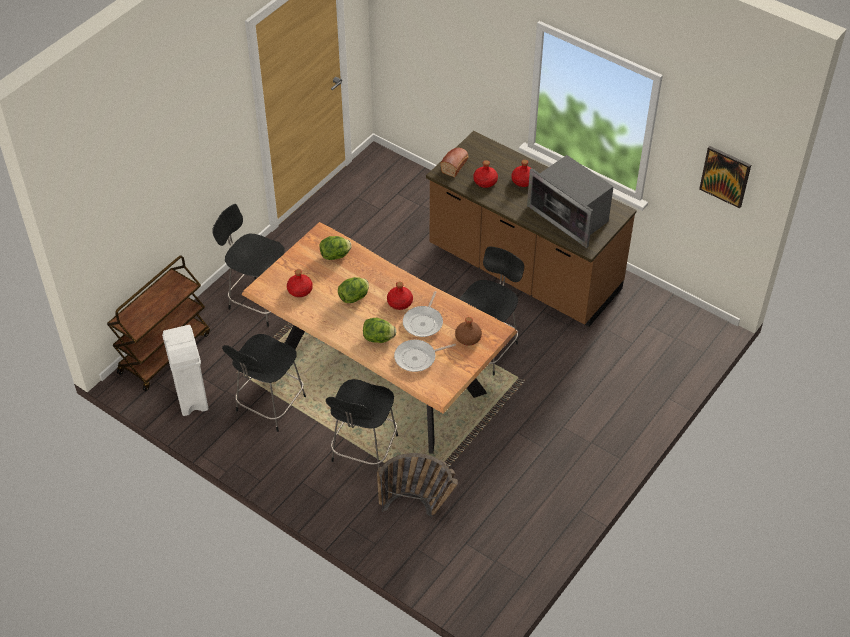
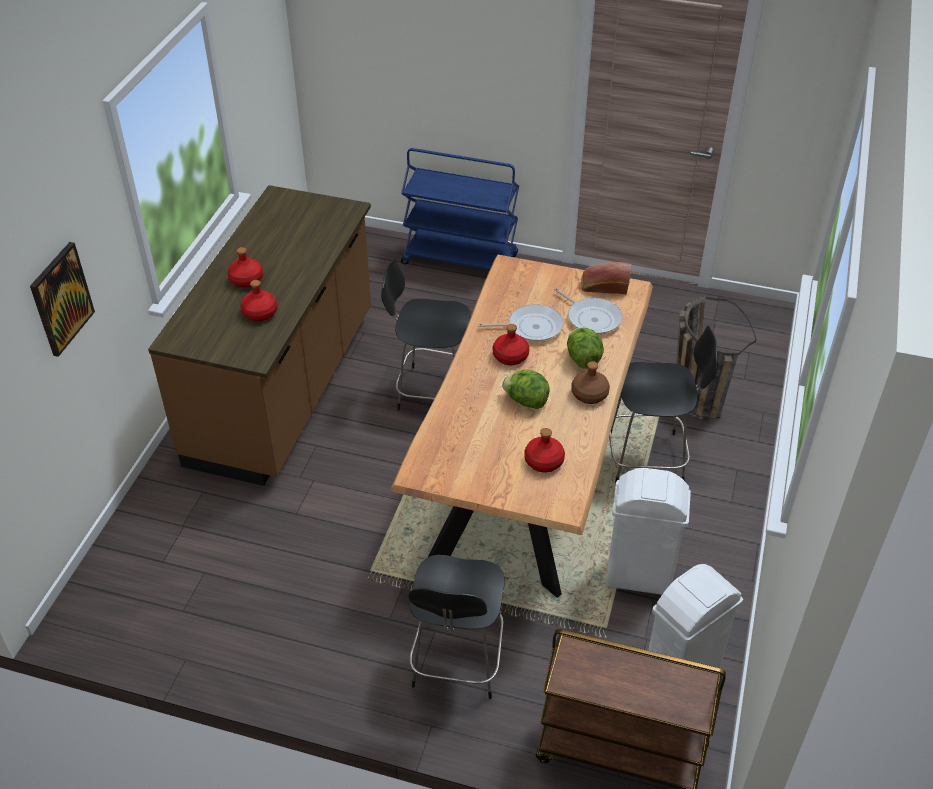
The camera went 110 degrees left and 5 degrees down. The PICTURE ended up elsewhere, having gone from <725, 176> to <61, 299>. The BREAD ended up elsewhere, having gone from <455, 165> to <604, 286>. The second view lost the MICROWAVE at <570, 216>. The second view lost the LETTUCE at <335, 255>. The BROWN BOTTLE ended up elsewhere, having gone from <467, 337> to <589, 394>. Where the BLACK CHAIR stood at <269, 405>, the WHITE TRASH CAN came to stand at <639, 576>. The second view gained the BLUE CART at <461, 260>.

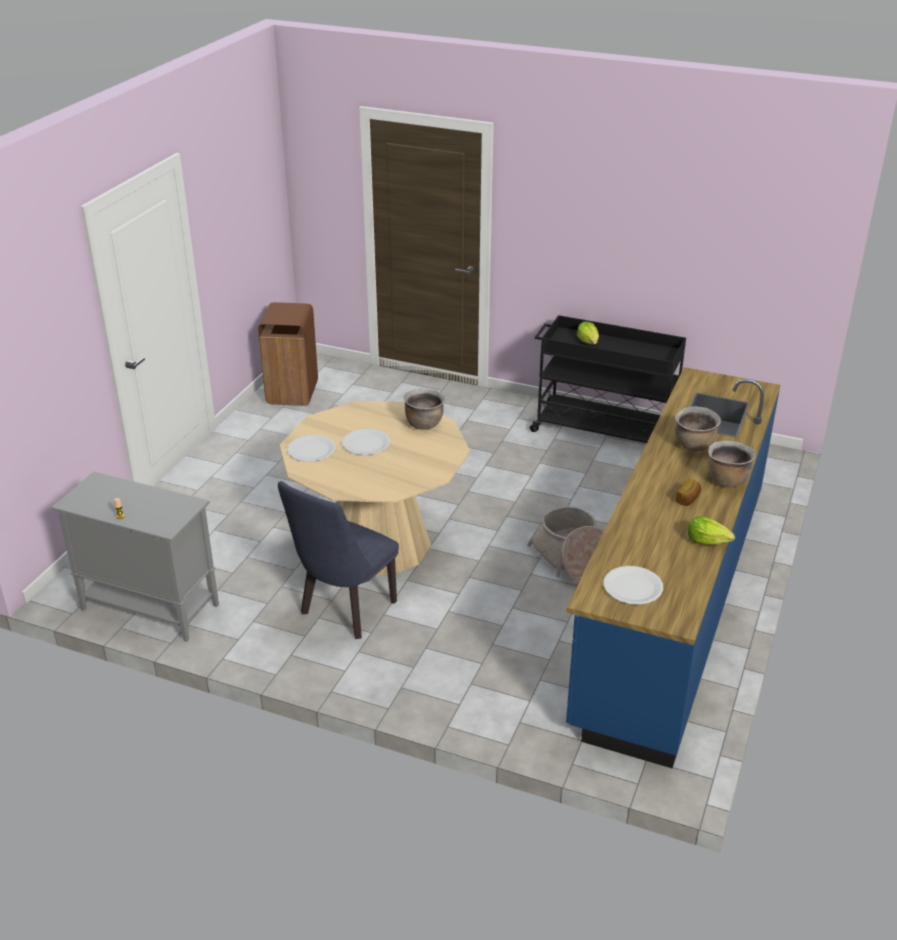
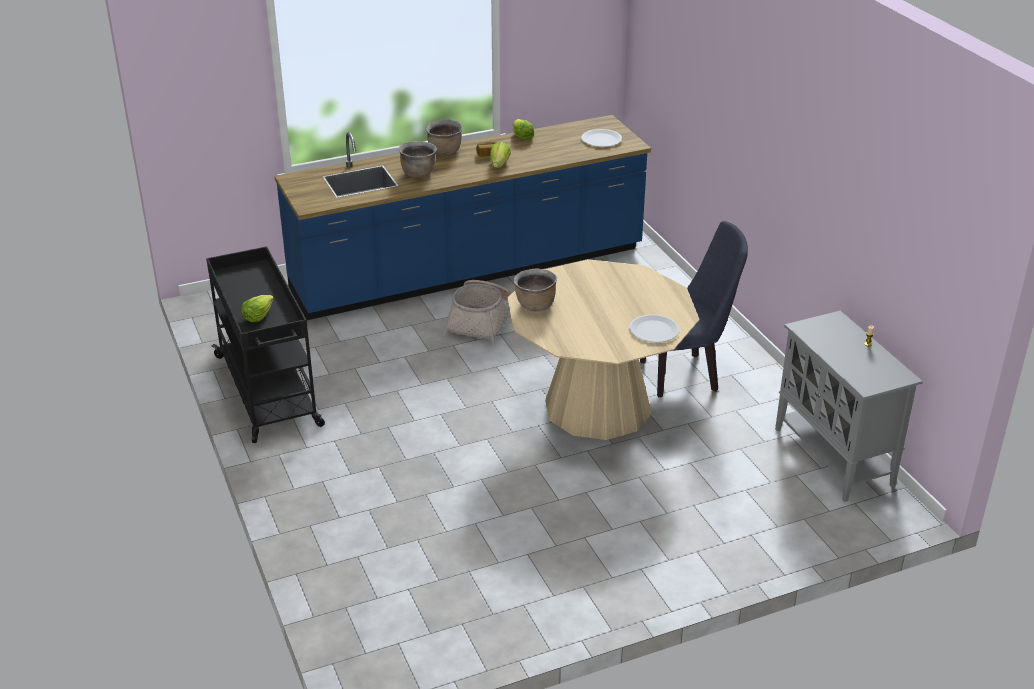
The camera went 135 degrees left and 0 degrees up. The second view lost the BROWN TRASH CAN at <293, 392>. The second view lost the WHITE PLATE at <366, 443>. The second view gained the LETTUCE at <499, 165>.

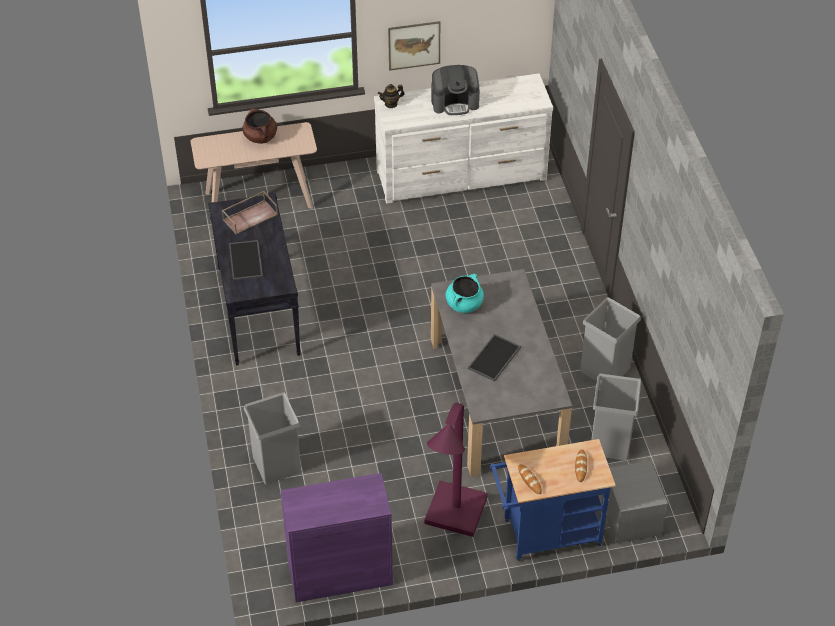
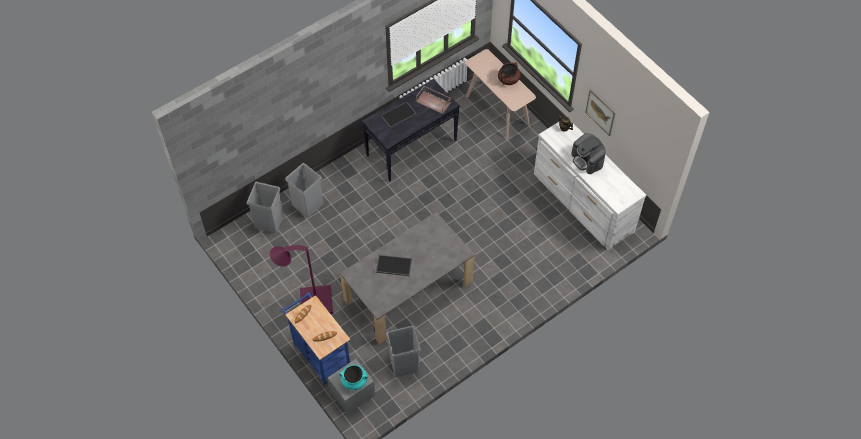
The camera went 65 degrees right and 10 degrees up. The TURQUOISE COOKING POT ended up elsewhere, having gone from <464, 304> to <354, 381>. The GREY TRASH CAN ended up elsewhere, having gone from <605, 369> to <269, 221>. The second view lost the PURPLE CABINET at <340, 573>.

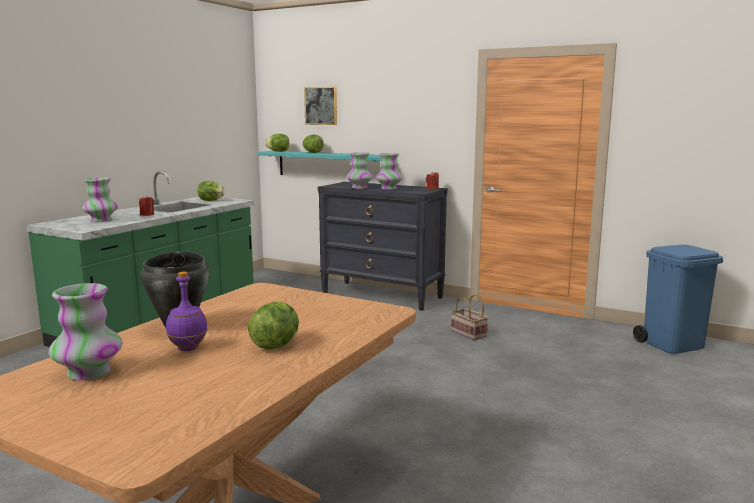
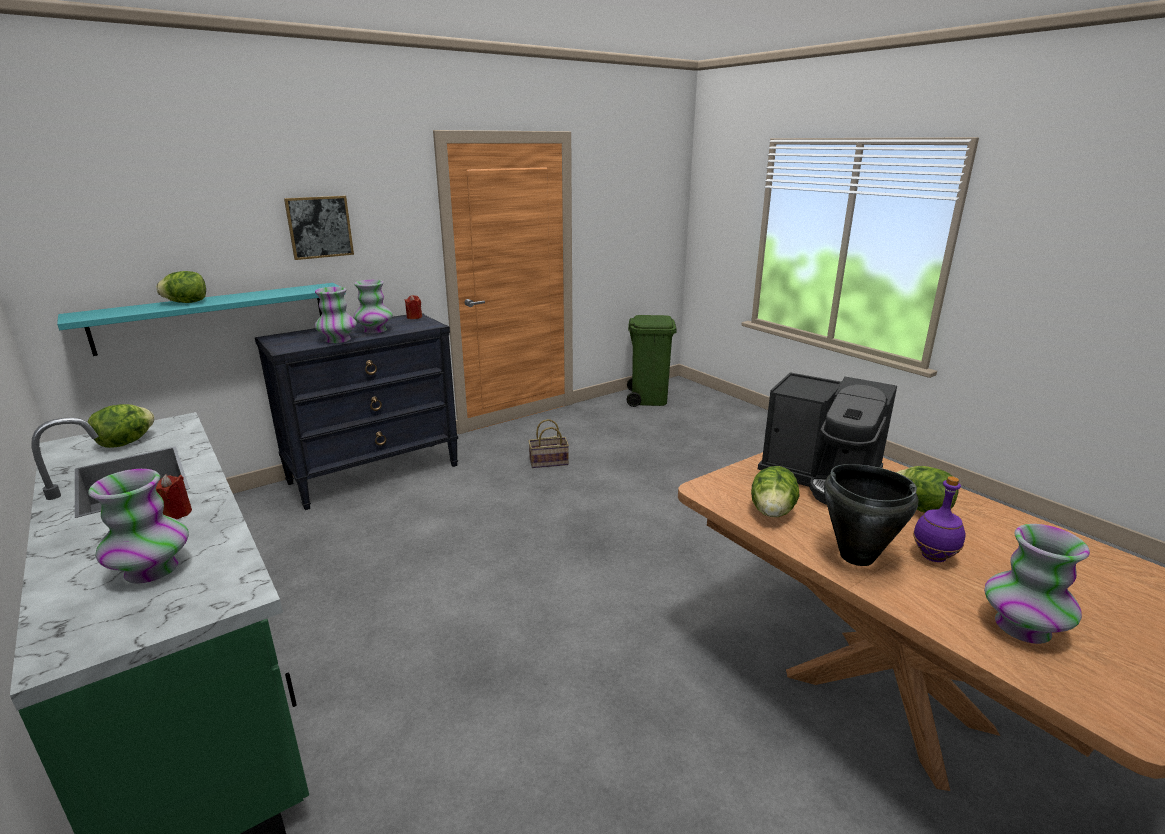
The camera went 65 degrees left and 10 degrees up. The PICTURE ended up elsewhere, having gone from <321, 105> to <319, 227>. The LETTUCE ended up elsewhere, having gone from <278, 151> to <772, 512>. What was the BLUE TRASH CAN at <673, 344> turned into the GREEN TRASH CAN at <648, 398>. The second view gained the COFFEE MACHINE at <821, 478>.

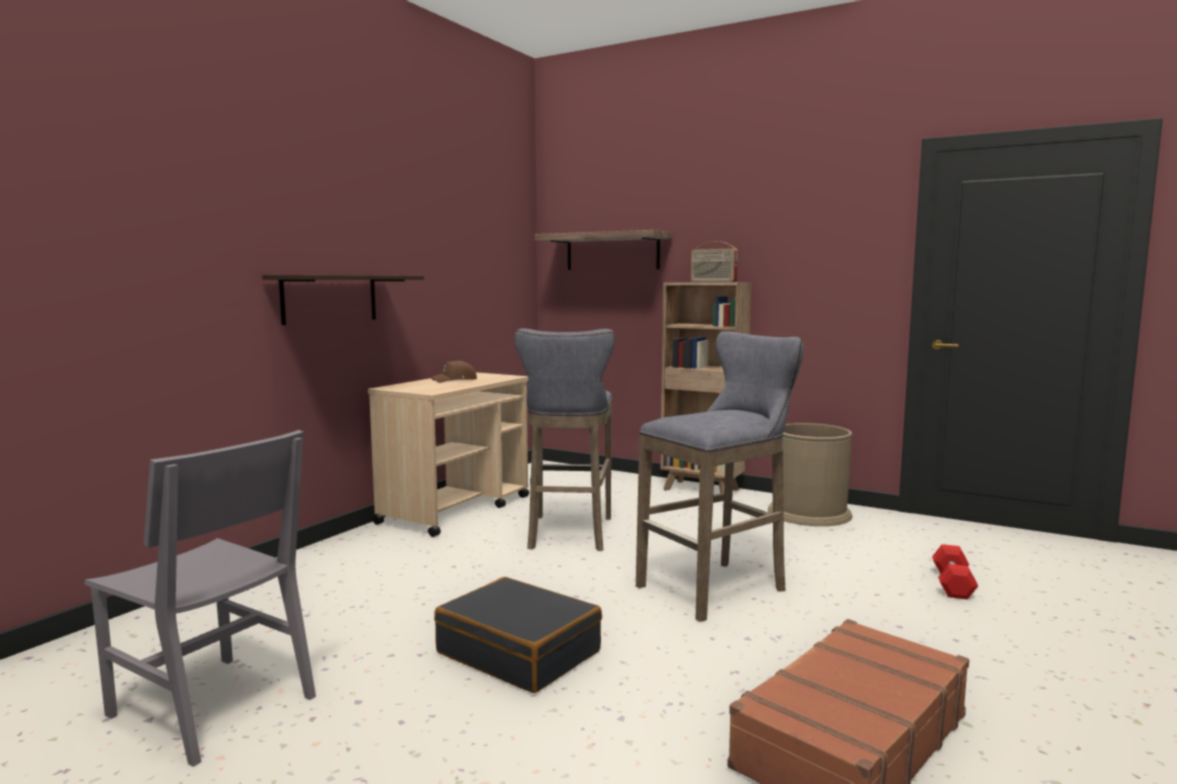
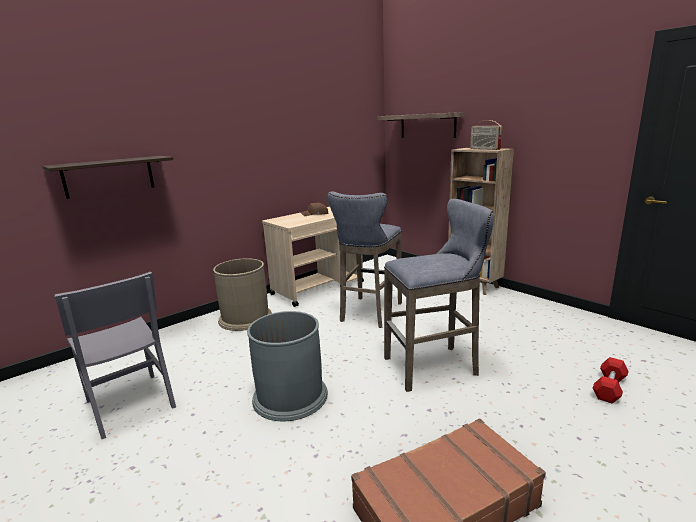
The camera went 20 degrees right and 10 degrees up. The SHELF ended up elsewhere, having gone from <330, 298> to <109, 176>. The BROWN TRASH CAN ended up elsewhere, having gone from <809, 513> to <245, 318>. Where the BLACK SUITCASE stood at <519, 652>, the GREY TRASH CAN came to stand at <290, 396>.

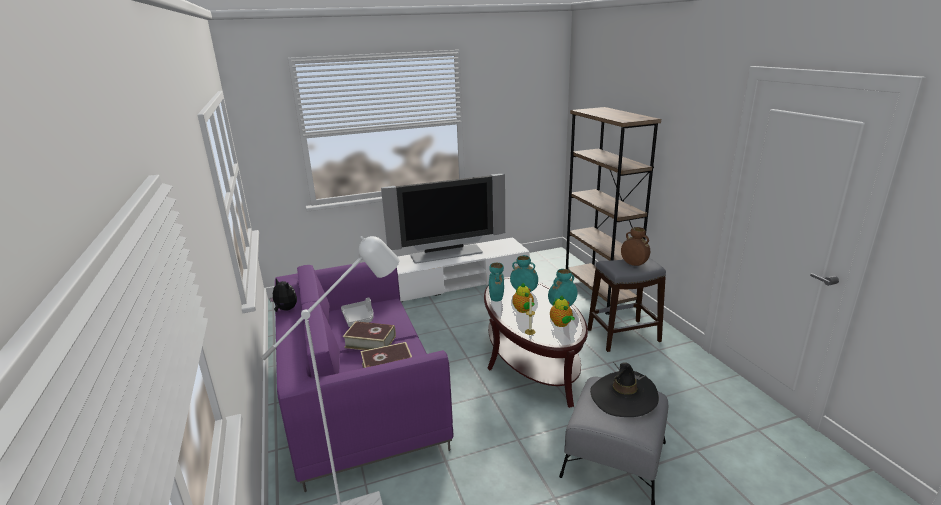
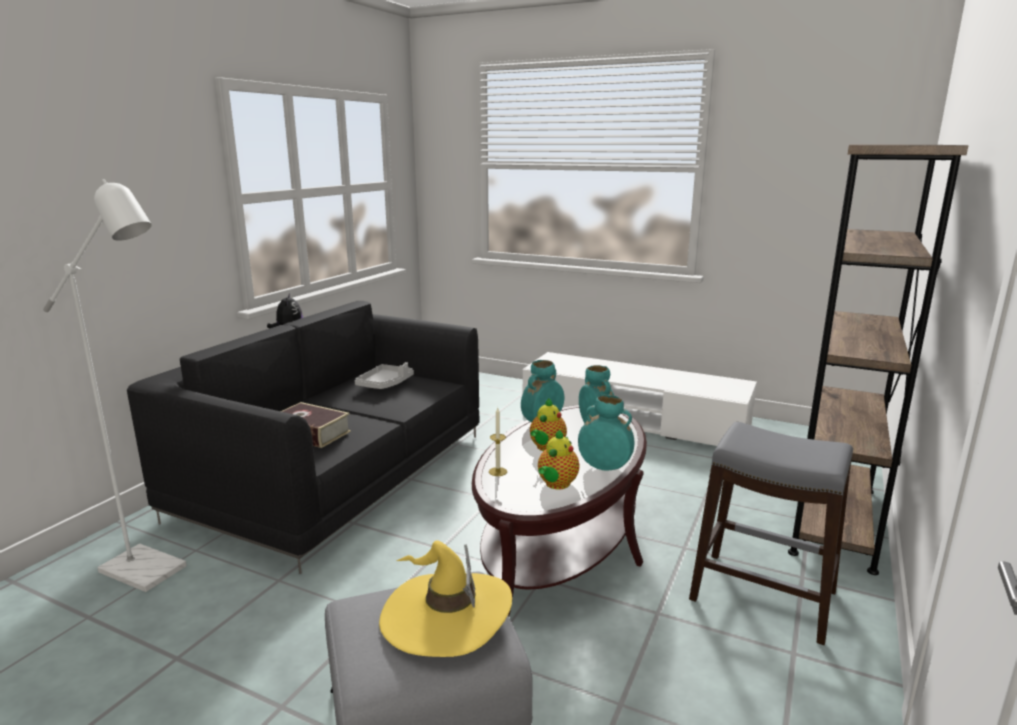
The camera went 45 degrees right and 5 degrees down. The second view lost the TELEVISION at <447, 254>. The second view lost the BROWN VASE at <633, 264>. What was the PURPLE SOFA at <359, 394> turned into the BLACK SOFA at <336, 474>. The second view lost the BOOK at <370, 342>. What was the BLACK HAT at <623, 397> turned into the YELLOW HAT at <446, 616>.

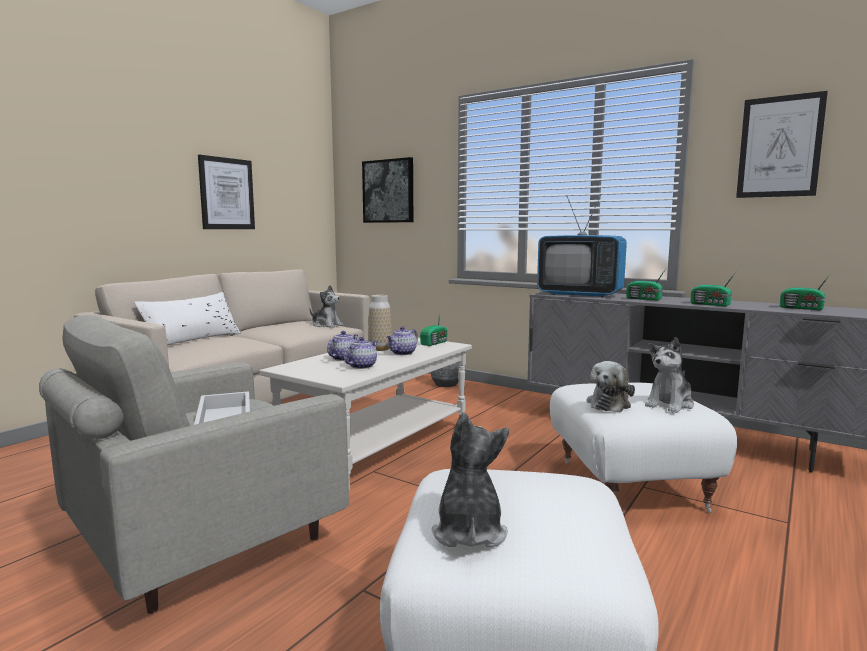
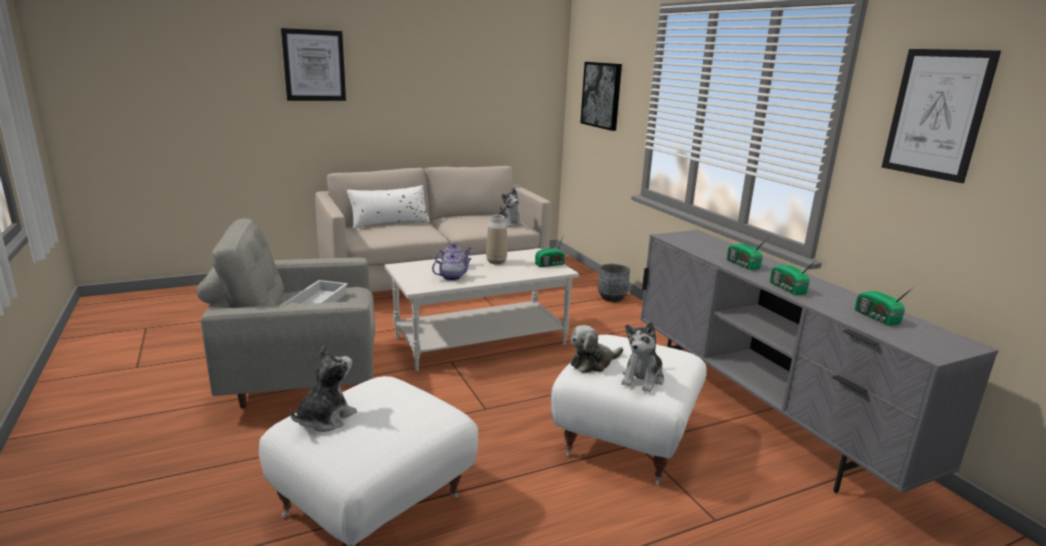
The camera went 30 degrees right and 10 degrees up. The PICTURE ended up elsewhere, having gone from <227, 194> to <314, 65>. The second view lost the TELEVISION at <580, 294>. The second view lost the TEAPOT at <402, 353>. The PLUSH TOY at <669, 404> ended up facing another way, 45 degrees counterclockwise from before.

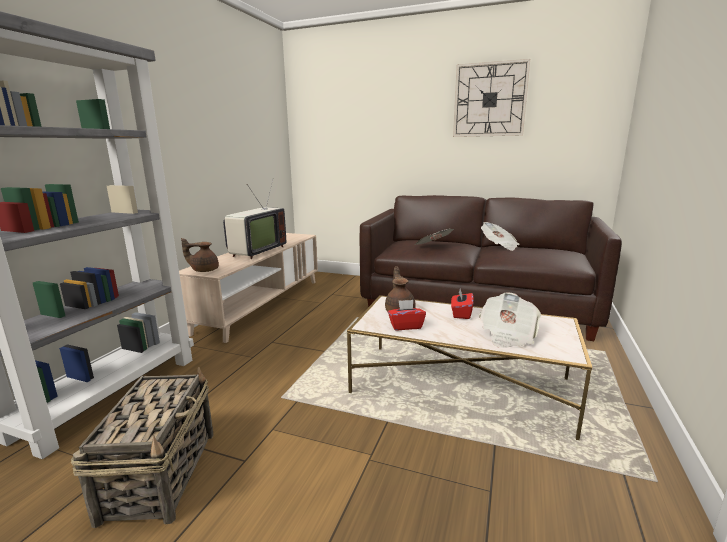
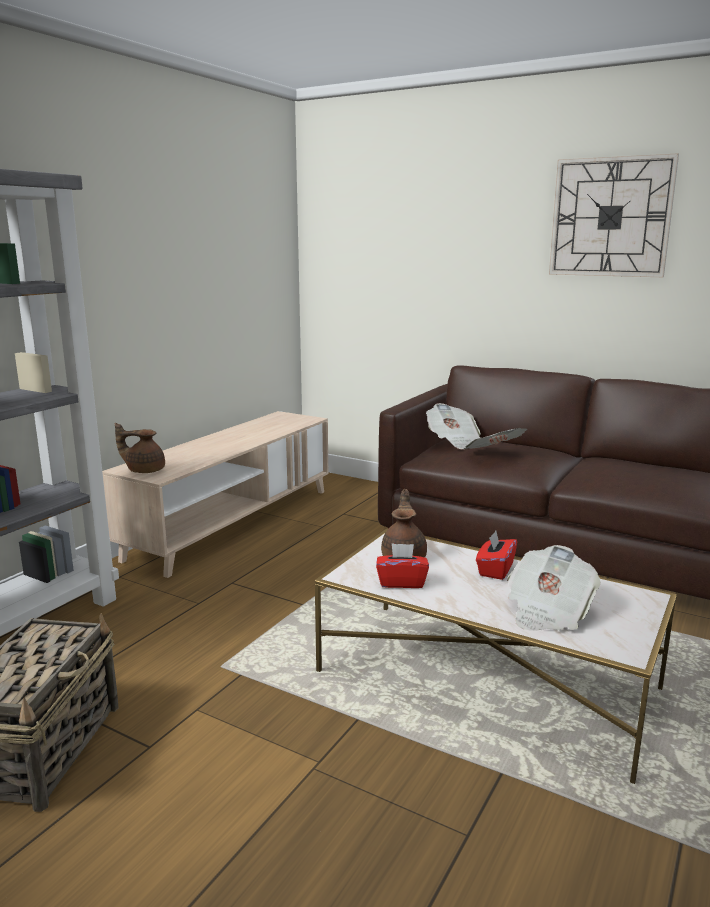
The camera went 10 degrees right and 0 degrees up. The second view lost the TELEVISION at <256, 251>. The NEWSPAPER ended up elsewhere, having gone from <499, 246> to <453, 441>.

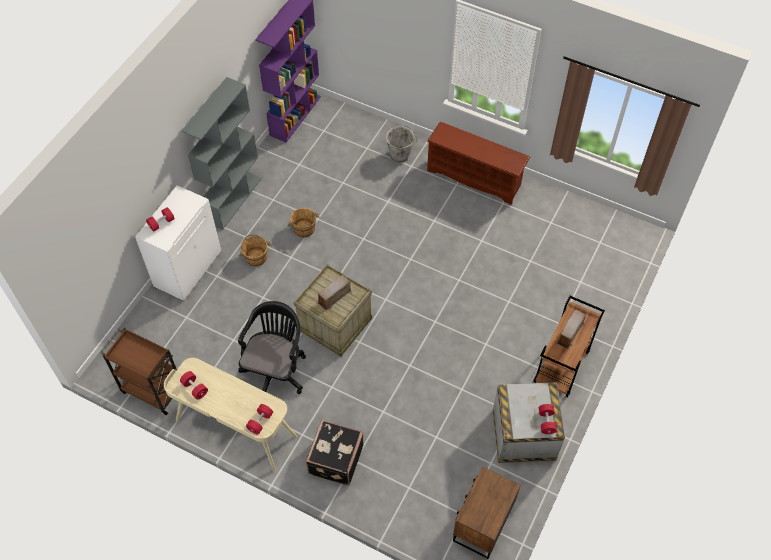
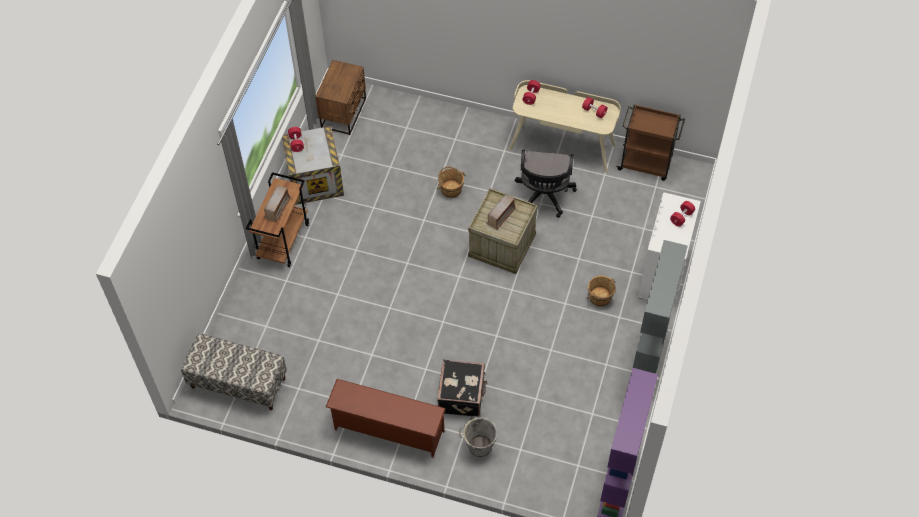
The camera went 170 degrees right and 0 degrees up. The BROWN BUCKET ended up elsewhere, having gone from <304, 229> to <451, 189>. The BLACK SUITCASE ended up elsewhere, having gone from <334, 459> to <462, 395>. The second view gained the BENCH at <238, 383>.

